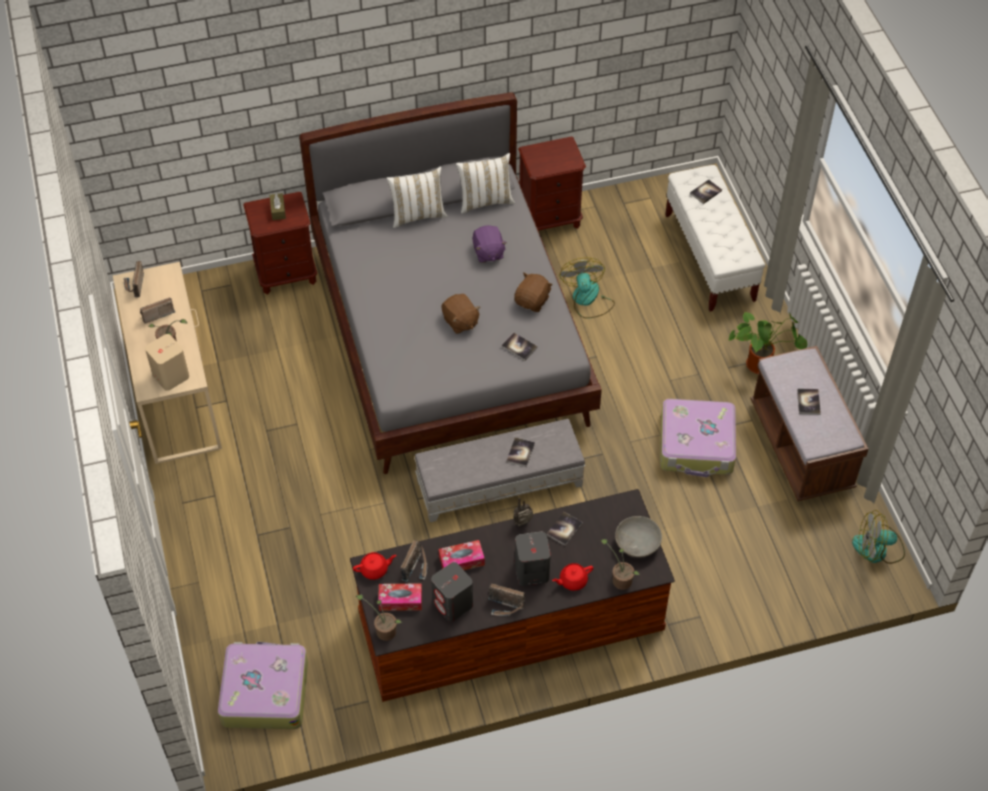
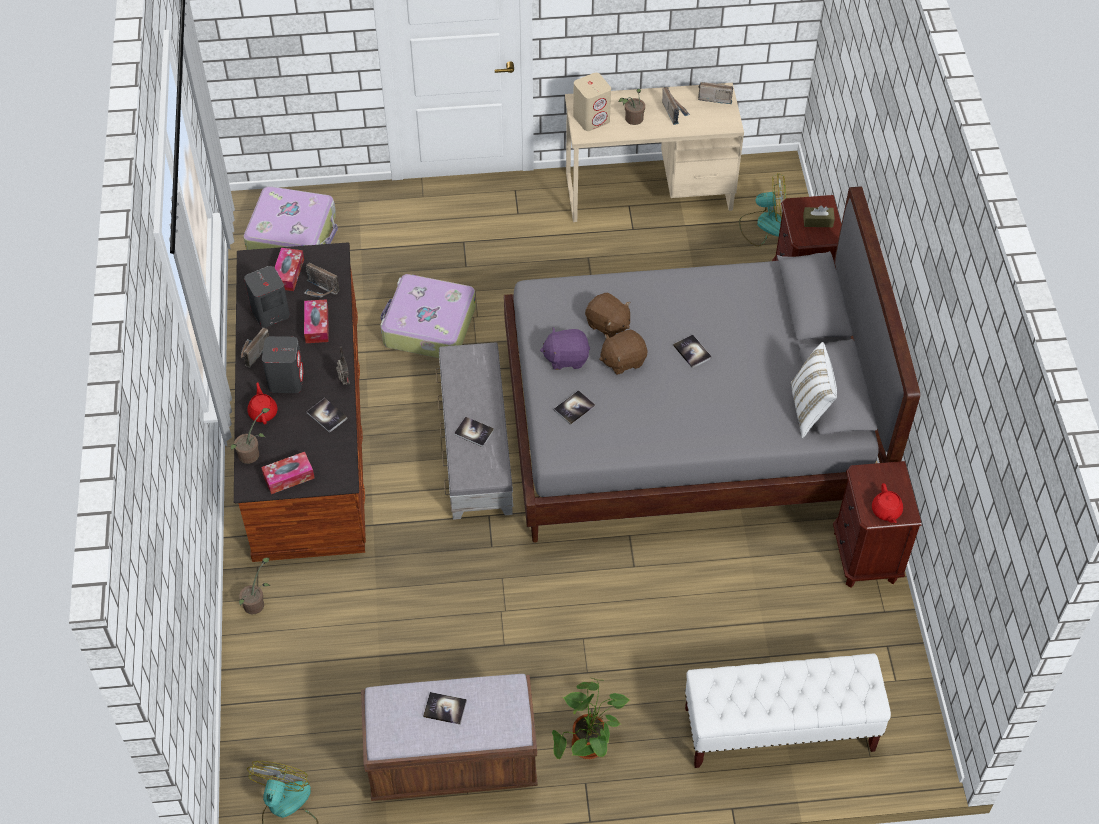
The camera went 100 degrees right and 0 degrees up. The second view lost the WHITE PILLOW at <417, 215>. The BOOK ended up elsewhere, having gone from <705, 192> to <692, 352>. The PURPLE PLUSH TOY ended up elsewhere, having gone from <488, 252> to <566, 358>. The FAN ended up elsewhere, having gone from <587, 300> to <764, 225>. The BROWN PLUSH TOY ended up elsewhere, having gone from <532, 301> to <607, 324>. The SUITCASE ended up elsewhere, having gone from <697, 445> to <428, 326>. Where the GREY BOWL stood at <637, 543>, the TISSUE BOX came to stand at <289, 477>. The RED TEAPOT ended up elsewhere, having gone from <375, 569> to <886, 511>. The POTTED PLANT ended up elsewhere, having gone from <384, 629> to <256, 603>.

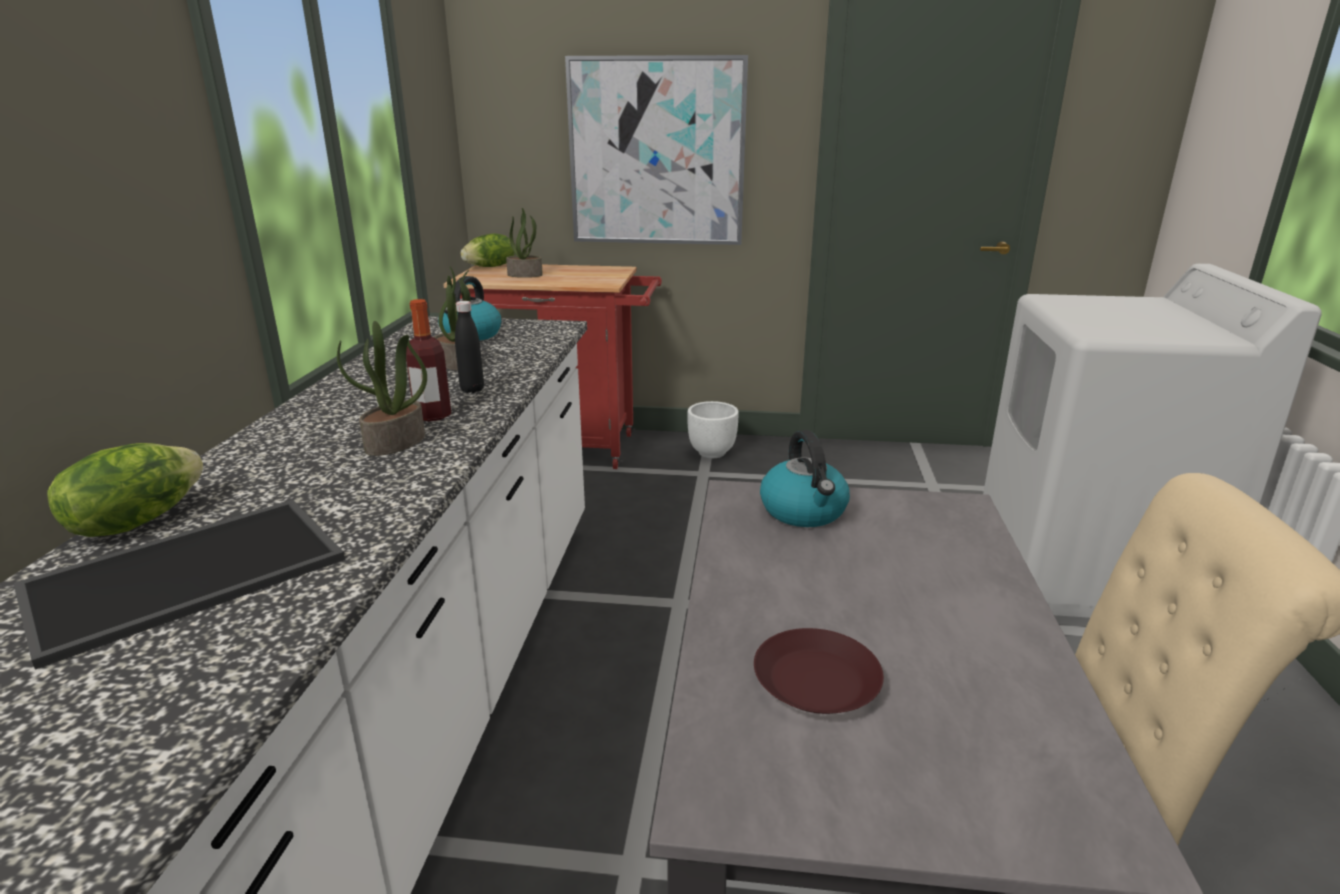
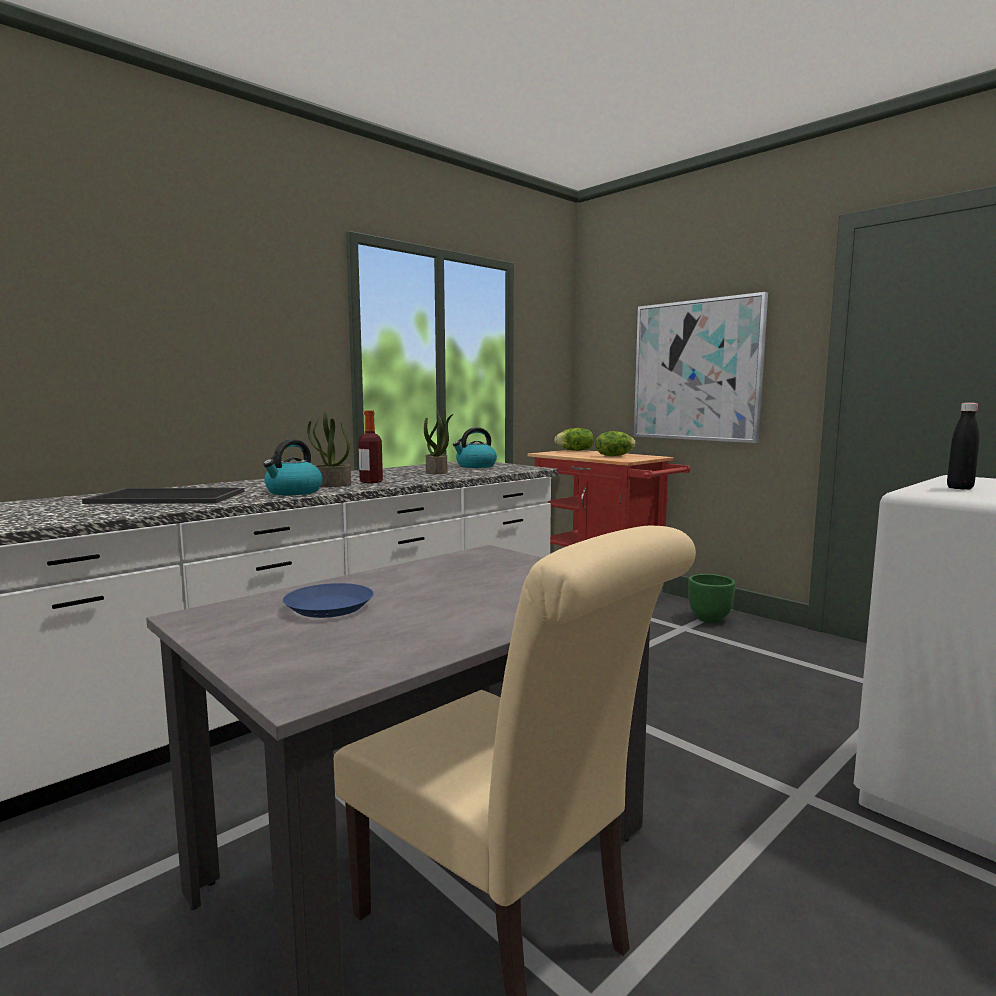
The camera went 40 degrees right and 15 degrees down. The second view lost the POTTED PLANT at <525, 275>. The BLACK BOTTLE ended up elsewhere, having gone from <472, 389> to <960, 488>. What was the WHITE PLANTER at <712, 453> turned into the GREEN PLANTER at <710, 619>. The KETTLE ended up elsewhere, having gone from <804, 511> to <293, 492>. The LETTUCE ended up elsewhere, having gone from <136, 521> to <614, 456>. What was the BROWN PLATE at <816, 680> turned into the BLUE PLATE at <330, 607>.

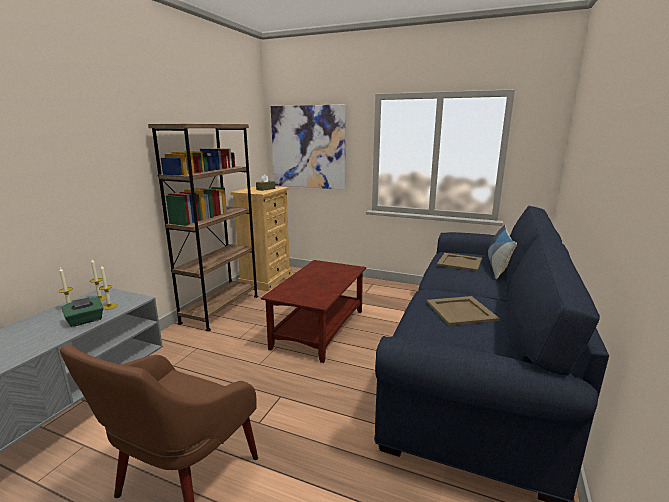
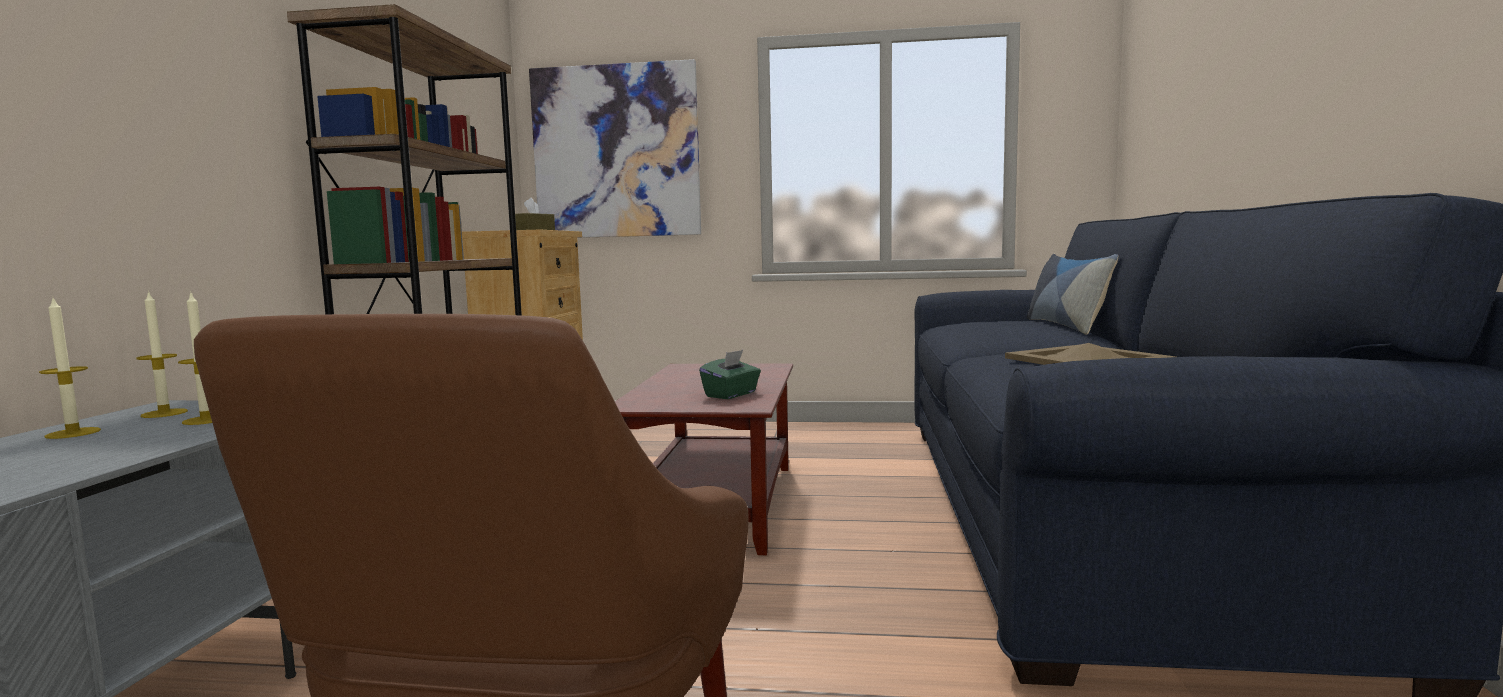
The camera went 15 degrees left and 10 degrees down. The second view lost the BEIGE TRAY at <459, 262>. The GREEN TISSUE BOX ended up elsewhere, having gone from <85, 321> to <731, 394>.

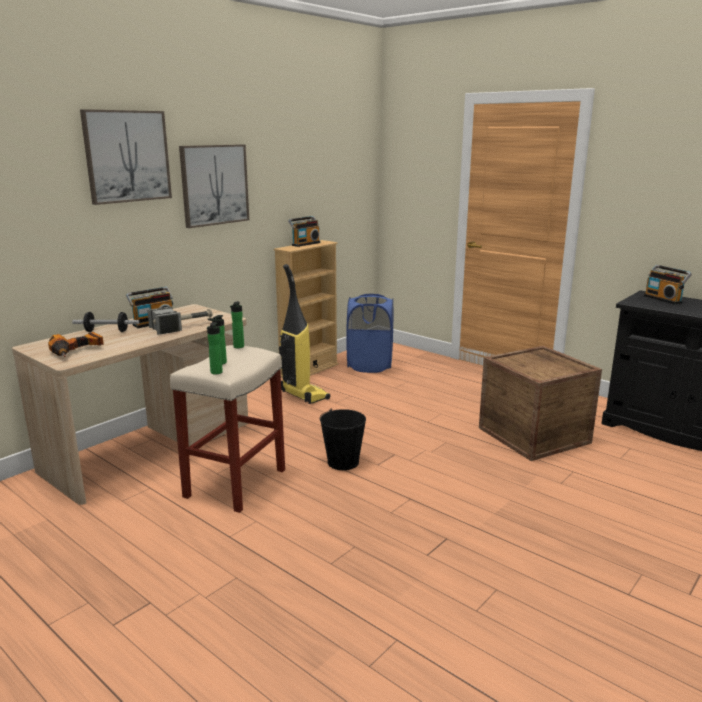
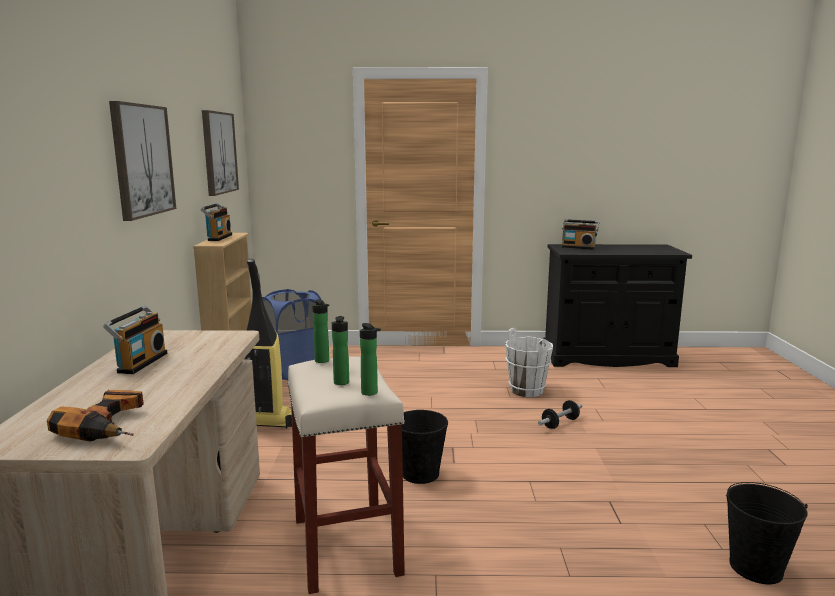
The camera went 40 degrees left and 5 degrees down. The PICTURE ended up elsewhere, having gone from <127, 156> to <218, 153>. The second view lost the HAMMER at <183, 326>. The DUMBBELL ended up elsewhere, having gone from <107, 331> to <560, 423>. Where the CRATE stood at <533, 435>, the WHITE BUCKET came to stand at <527, 390>. The second view gained the BLACK BUCKET at <756, 568>.

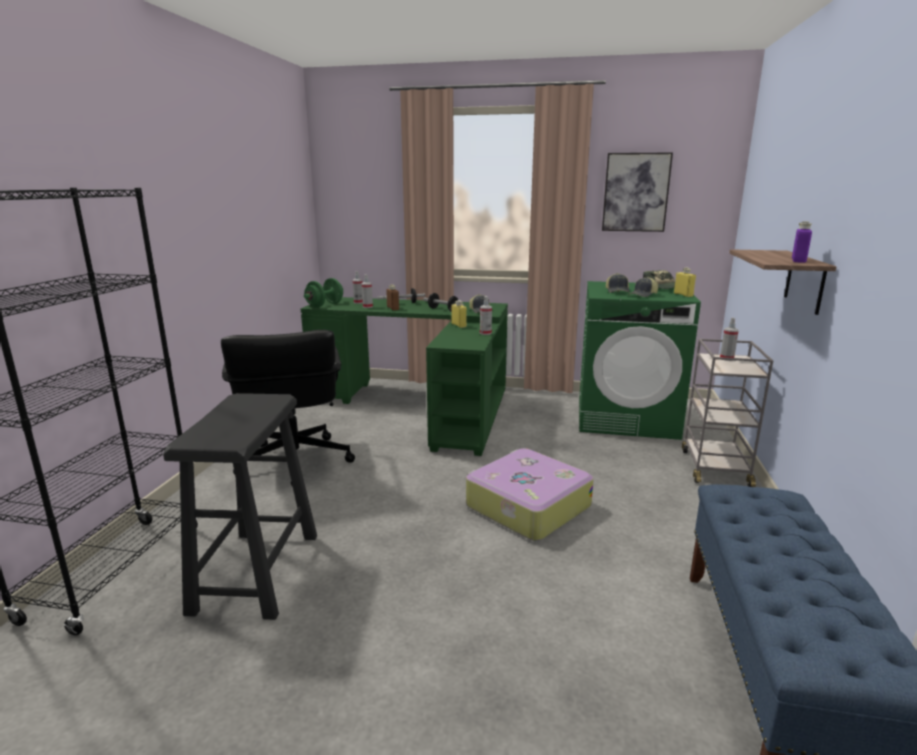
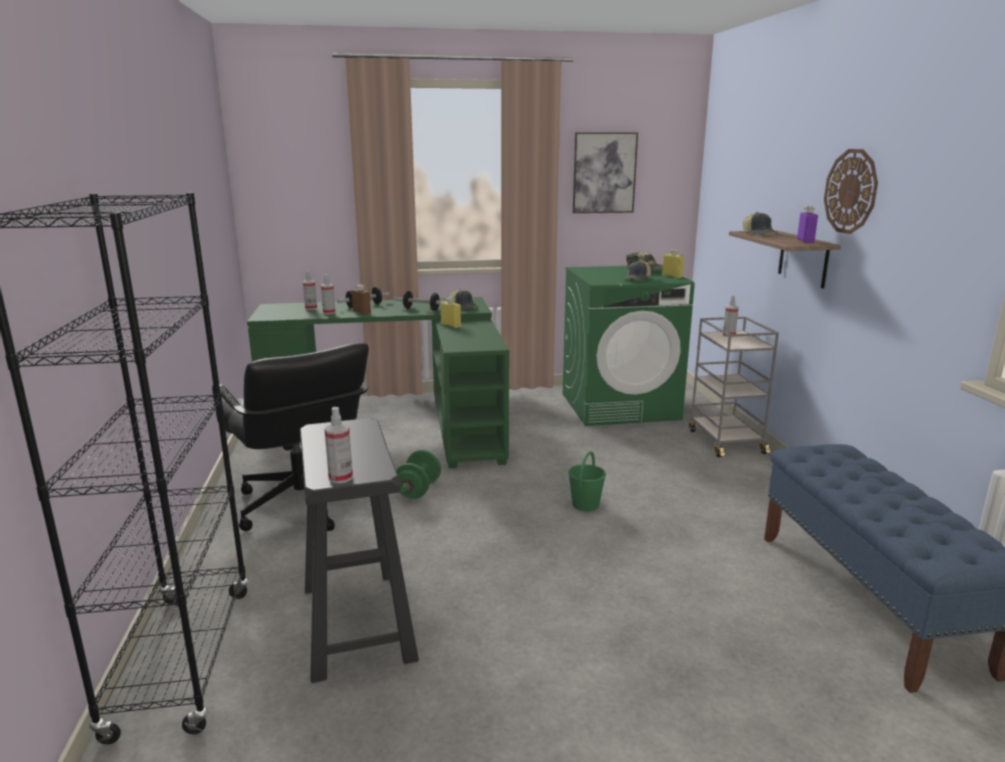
The camera went 20 degrees left and 0 degrees up. The CAP ended up elsewhere, having gone from <617, 291> to <759, 234>. The GREEN DUMBBELL ended up elsewhere, having gone from <325, 305> to <418, 490>. The SPRAY BOTTLE ended up elsewhere, having gone from <485, 333> to <340, 478>. Where the SUITCASE stood at <526, 506>, the GREEN BUCKET came to stand at <585, 505>. The second view gained the WALL CLOCK at <851, 191>.

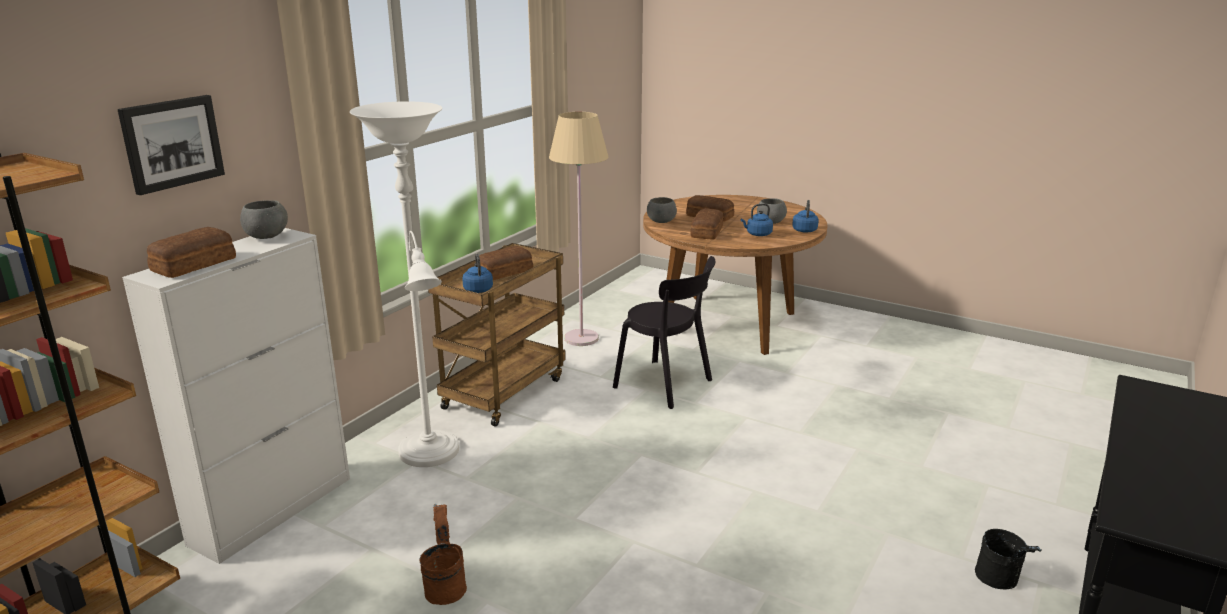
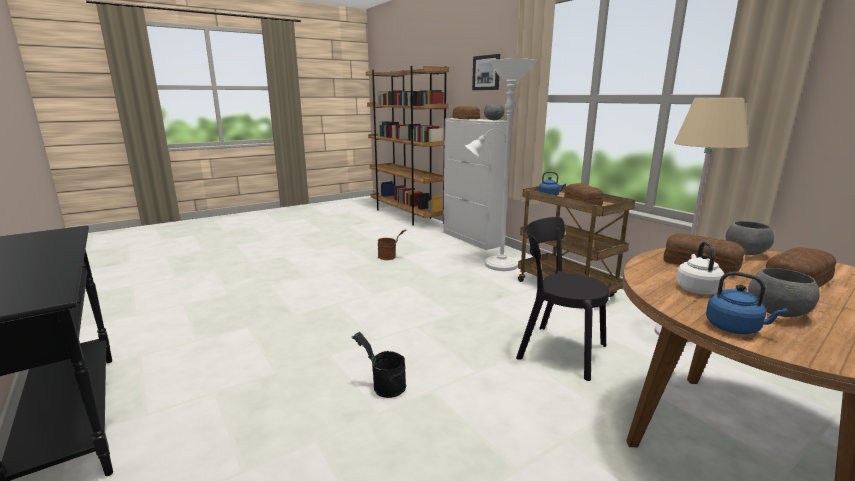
The camera went 115 degrees right and 5 degrees down. What was the BLUE KETTLE at <757, 234> turned into the WHITE KETTLE at <696, 289>. The BLACK CHAIR at <666, 385> ended up facing another way, 60 degrees clockwise from before. The BLACK BUCKET ended up elsewhere, having gone from <1000, 581> to <383, 387>.

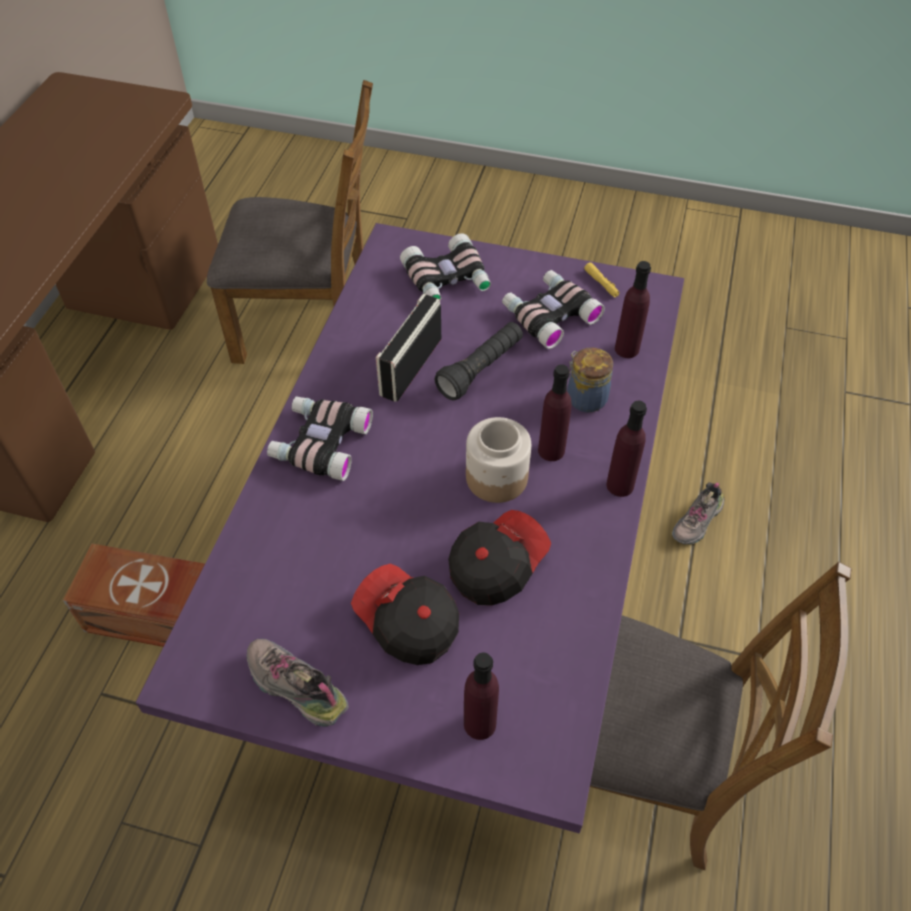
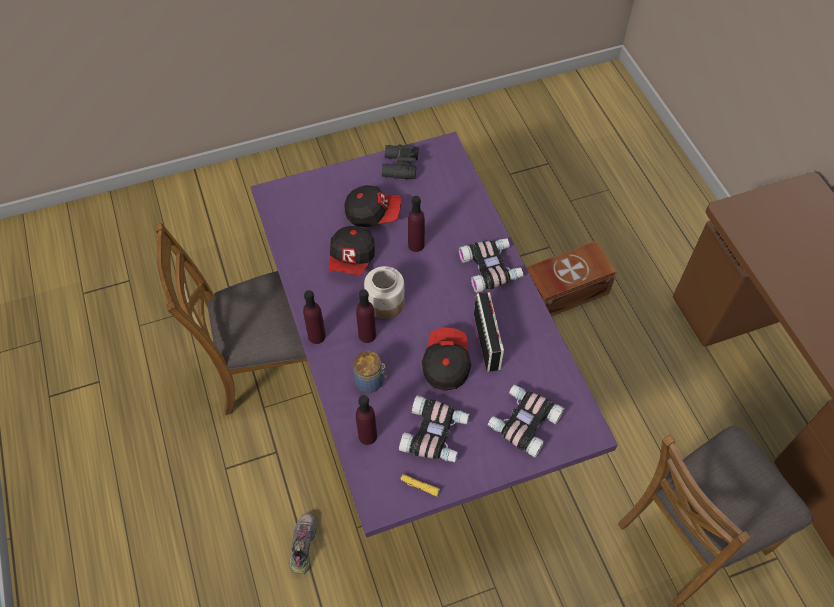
The camera went 145 degrees right and 5 degrees up. Where the BLACK FLASHLIGHT stood at <481, 369>, the CAP came to stand at <445, 364>. Where the SHOE stood at <294, 687>, the BLACK BINOCULARS came to stand at <399, 167>. The PURPLE BOTTLE ended up elsewhere, having gone from <479, 723> to <416, 245>.

